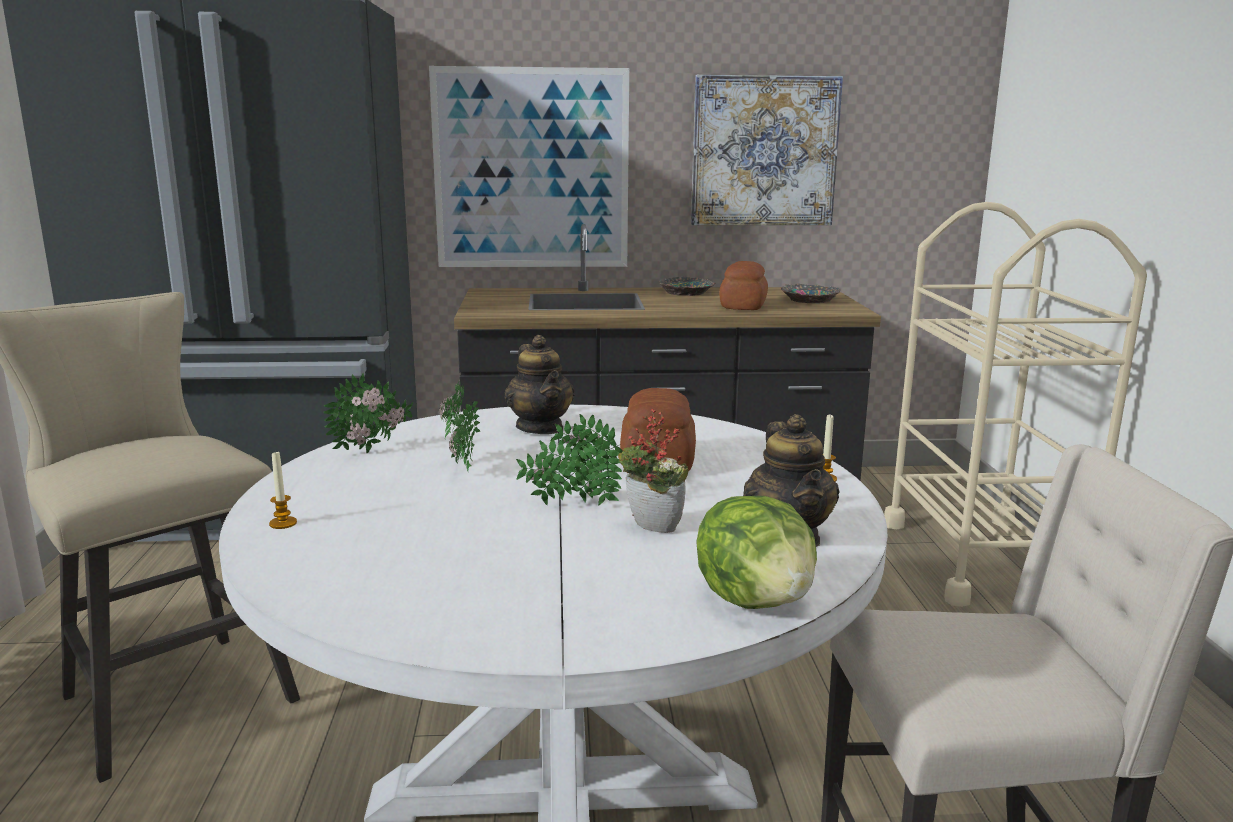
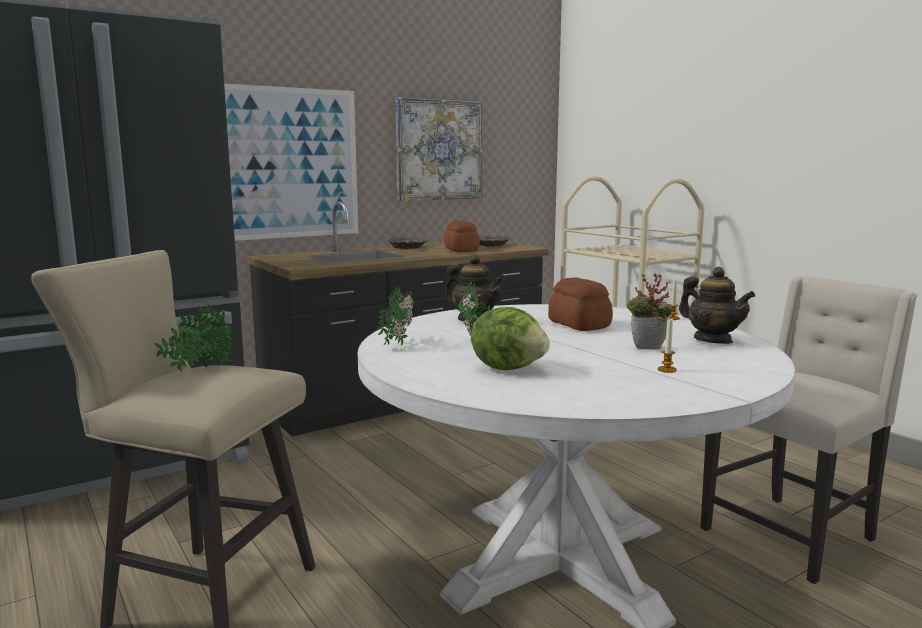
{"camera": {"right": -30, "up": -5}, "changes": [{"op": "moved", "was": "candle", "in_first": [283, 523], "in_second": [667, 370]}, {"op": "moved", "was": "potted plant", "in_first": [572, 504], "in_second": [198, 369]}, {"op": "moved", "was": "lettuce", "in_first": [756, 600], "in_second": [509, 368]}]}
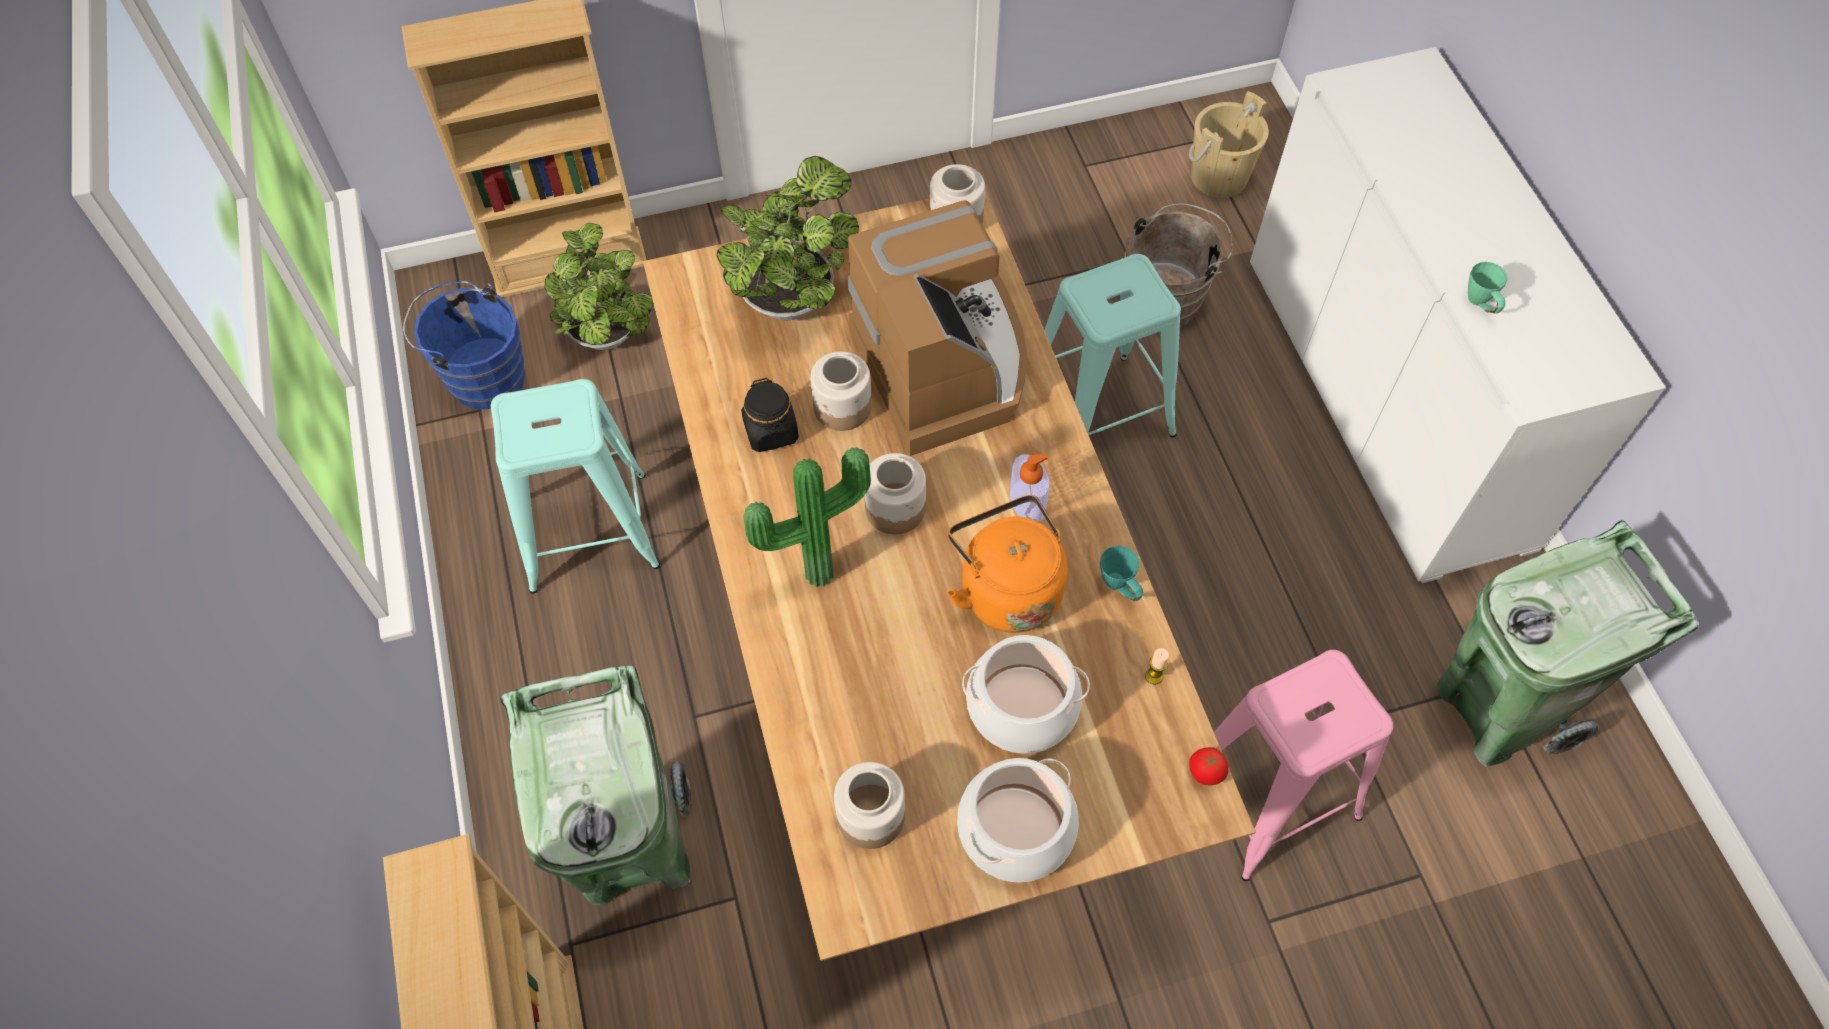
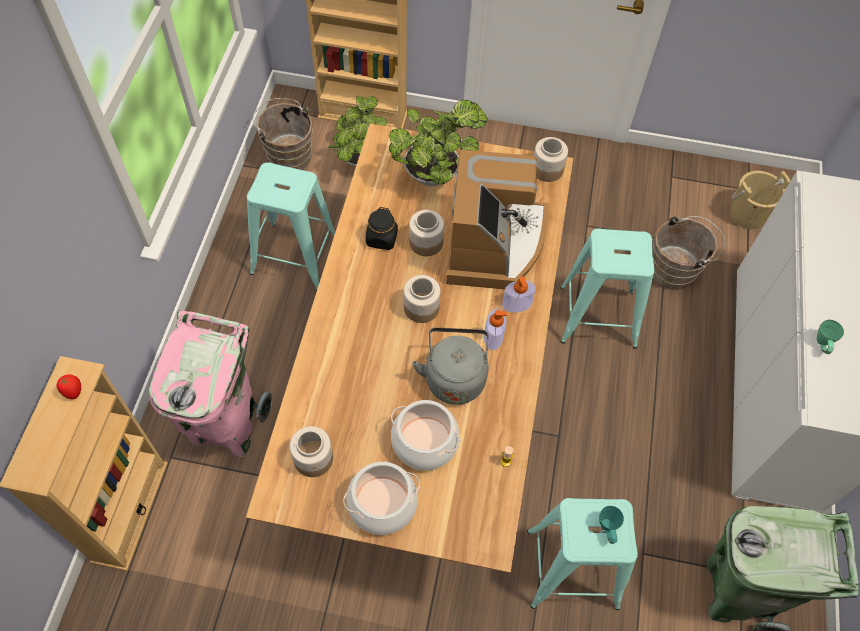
{"camera": {"right": 25, "up": 0}, "changes": [{"op": "removed", "was": "potted plant", "in_first": [816, 570]}, {"op": "added", "now": "soap dispenser", "in_second": [516, 304]}, {"op": "moved", "was": "turquoise mug", "in_first": [1120, 588], "in_second": [607, 530]}, {"op": "moved", "was": "tomato", "in_first": [1204, 774], "in_second": [74, 392]}, {"op": "recoloured", "was": "blue bucket", "now": "brown bucket", "in_first": [482, 376], "in_second": [288, 154]}, {"op": "recoloured", "was": "green trash can", "now": "pink trash can", "in_first": [632, 848], "in_second": [226, 425]}, {"op": "recoloured", "was": "orange kettle", "now": "grey kettle", "in_first": [1006, 589], "in_second": [454, 377]}, {"op": "recoloured", "was": "pink stool", "now": "turquoise stool", "in_first": [1268, 795], "in_second": [572, 569]}]}
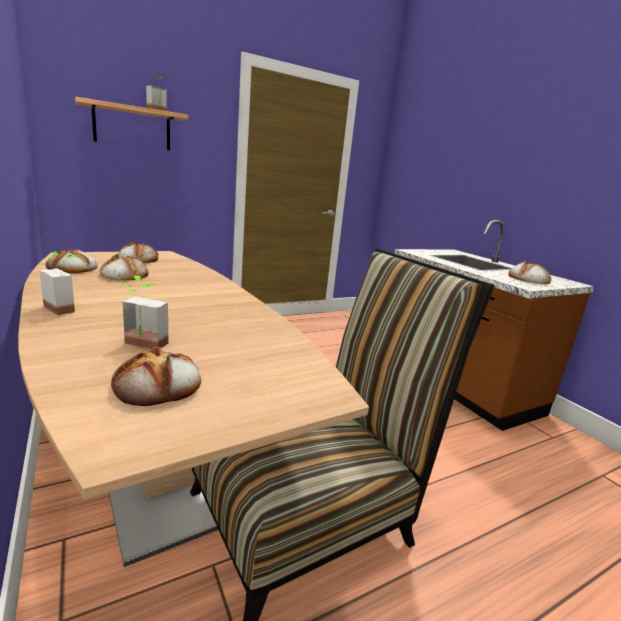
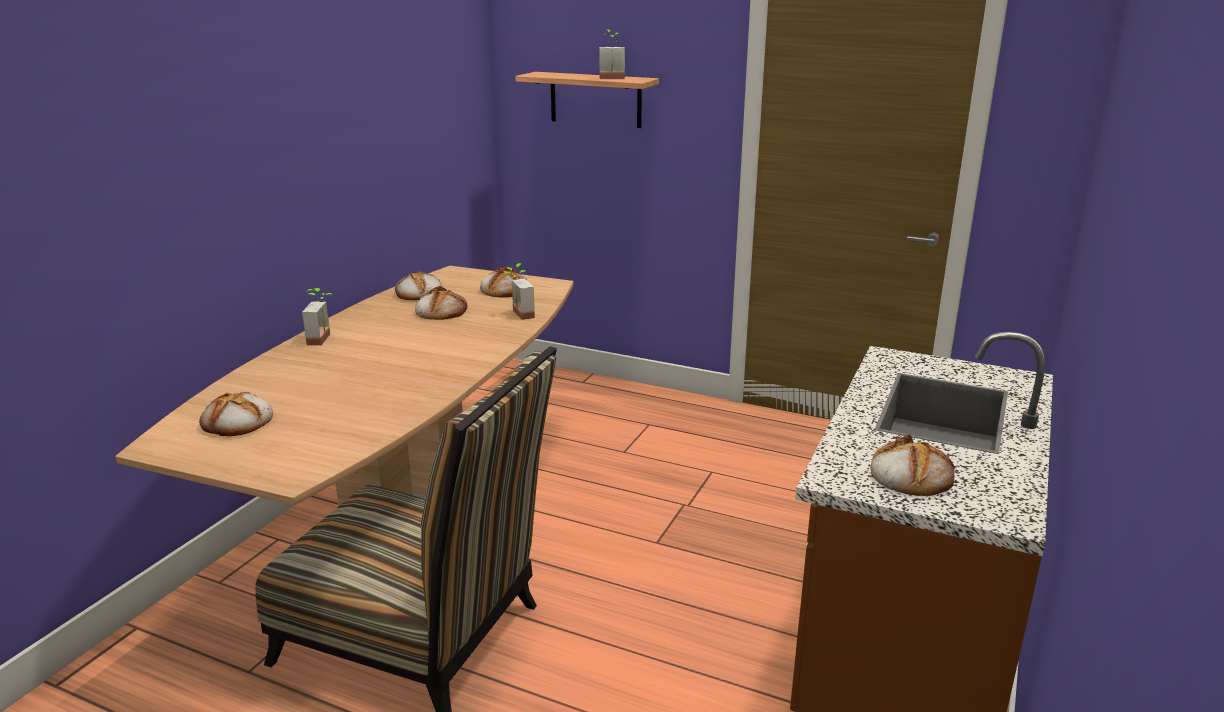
{"camera": {"right": 55, "up": 5}, "changes": [{"op": "moved", "was": "potted plant", "in_first": [141, 346], "in_second": [518, 315]}]}
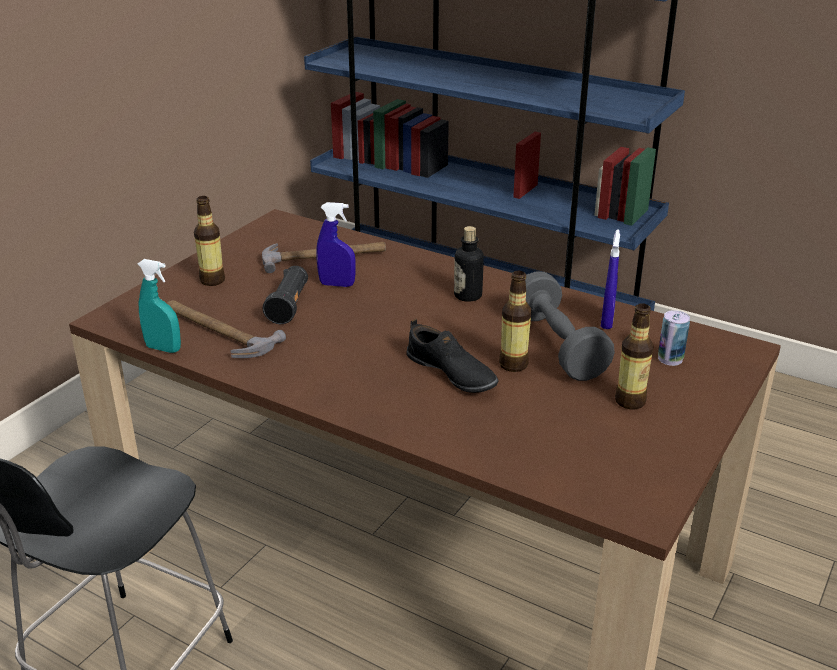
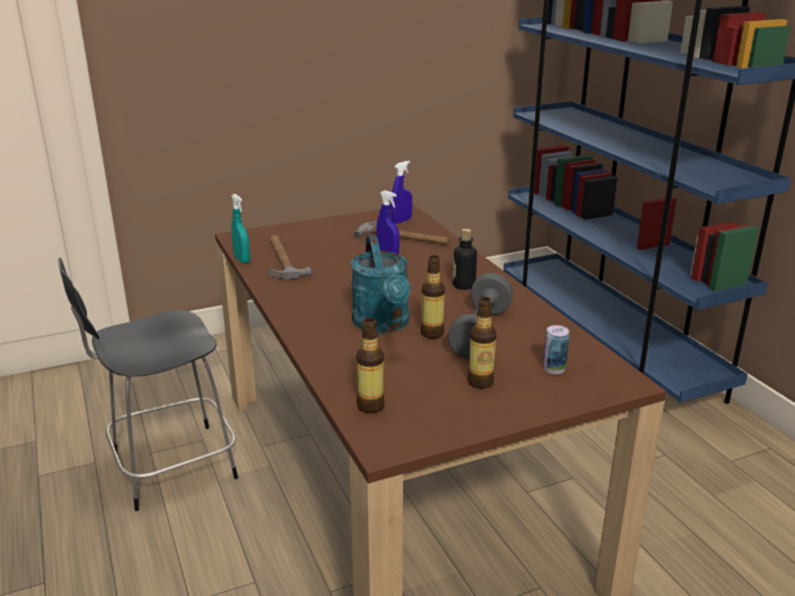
{"camera": {"right": 35, "up": -5}, "changes": [{"op": "removed", "was": "black flashlight", "in_first": [289, 306]}, {"op": "moved", "was": "bottle", "in_first": [212, 280], "in_second": [370, 406]}, {"op": "moved", "was": "blue spray bottle", "in_first": [607, 321], "in_second": [401, 221]}, {"op": "replaced", "was": "black shoe", "now": "turquoise watering can", "in_first": [451, 373], "in_second": [383, 325]}]}
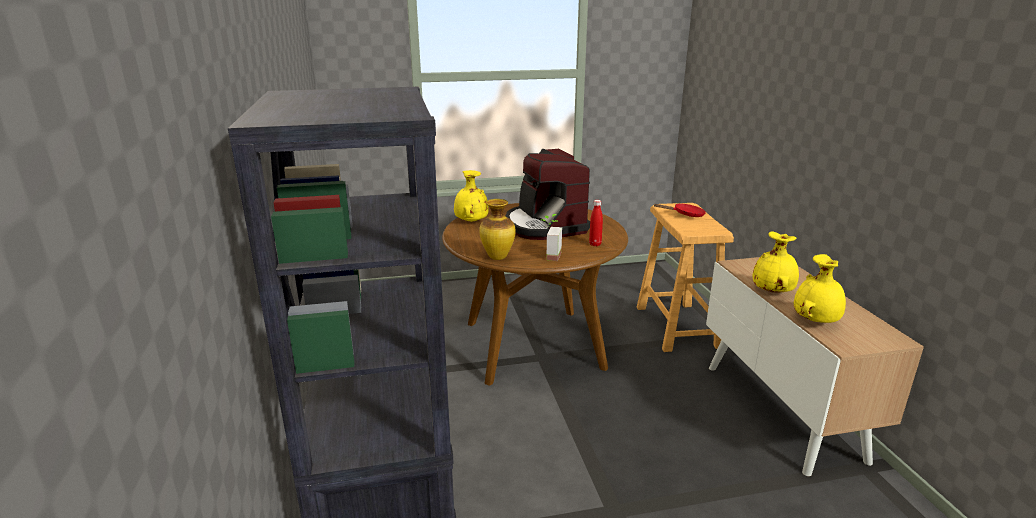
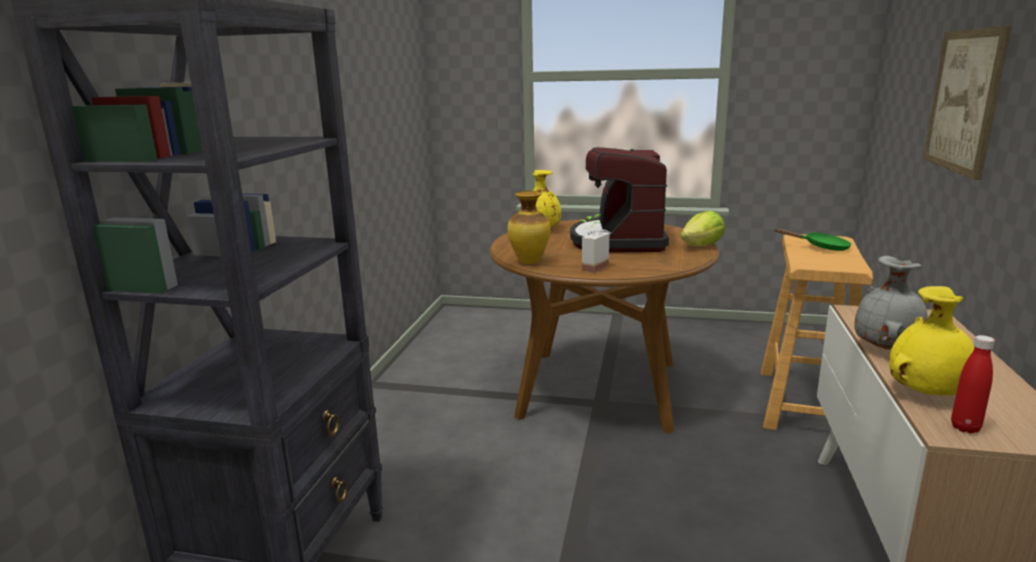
{"camera": {"right": 25, "up": -5}, "changes": [{"op": "added", "now": "lettuce", "in_second": [702, 246]}, {"op": "added", "now": "picture", "in_second": [964, 101]}, {"op": "moved", "was": "red bottle", "in_first": [595, 244], "in_second": [965, 428]}, {"op": "recoloured", "was": "red frying pan", "now": "green frying pan", "in_first": [685, 215], "in_second": [821, 247]}, {"op": "recoloured", "was": "yellow vase", "now": "grey vase", "in_first": [773, 291], "in_second": [887, 348]}]}
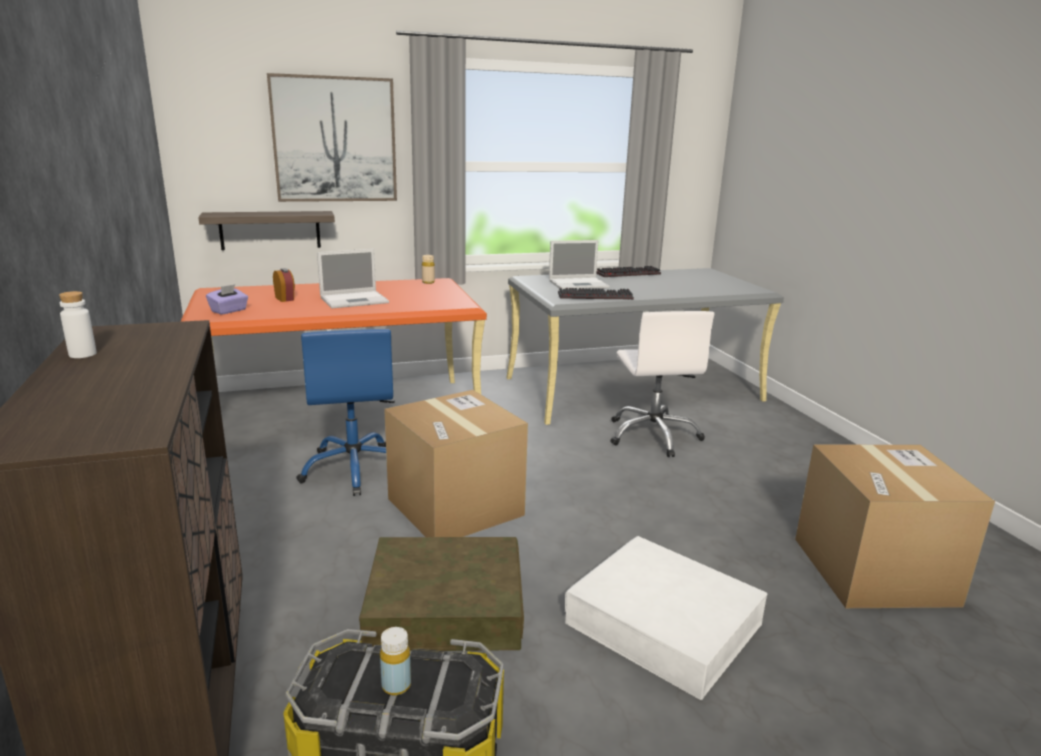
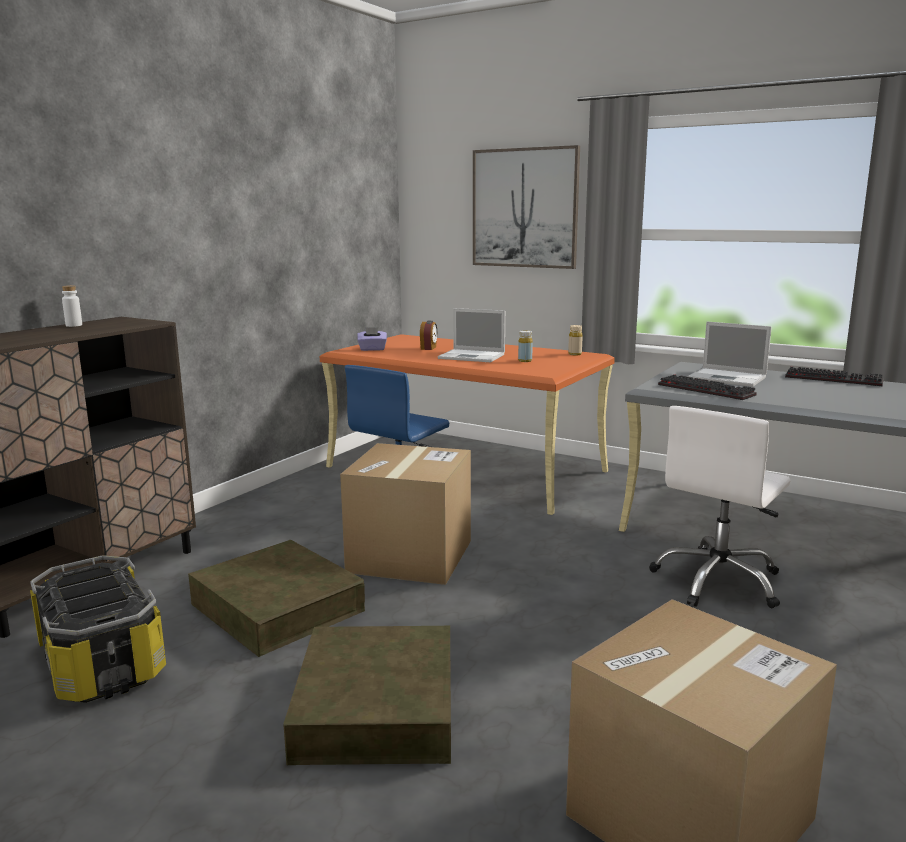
{"camera": {"right": 50, "up": -5}, "changes": [{"op": "removed", "was": "shelf", "in_first": [270, 230]}, {"op": "moved", "was": "yellow bottle", "in_first": [396, 686], "in_second": [525, 361]}, {"op": "recoloured", "was": "white storage box", "now": "brown storage box", "in_first": [663, 623], "in_second": [376, 707]}]}
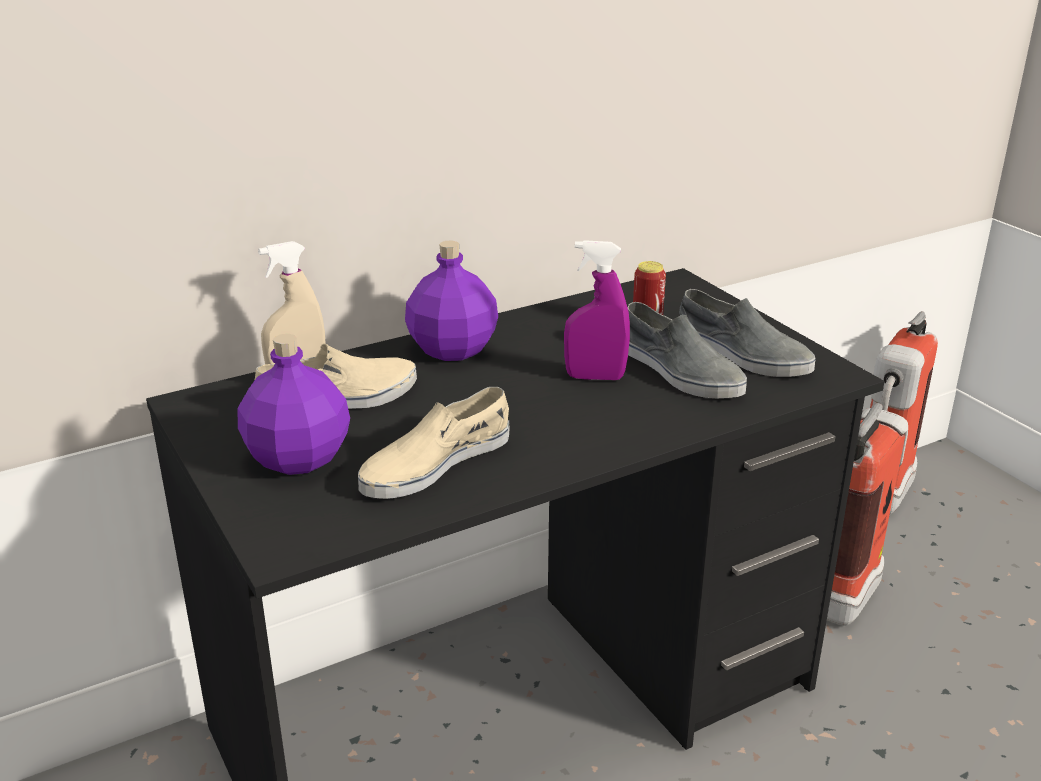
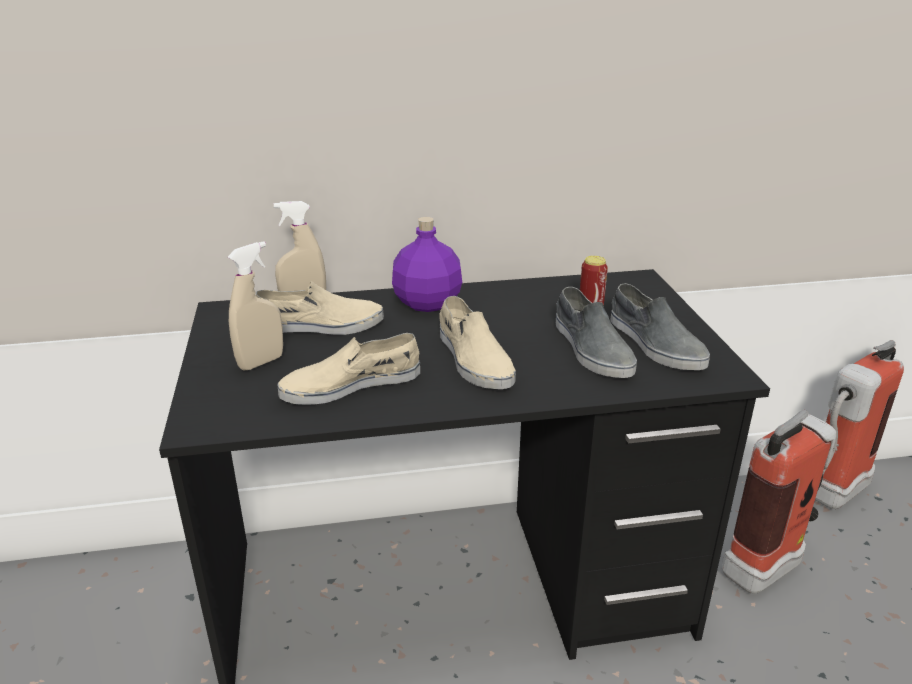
{"camera": {"right": 20, "up": 0}, "changes": [{"op": "removed", "was": "purple spray bottle", "in_first": [595, 377]}, {"op": "added", "now": "beige shoe", "in_second": [473, 359]}, {"op": "replaced", "was": "purple bottle", "now": "beige spray bottle", "in_first": [300, 458], "in_second": [261, 362]}]}
